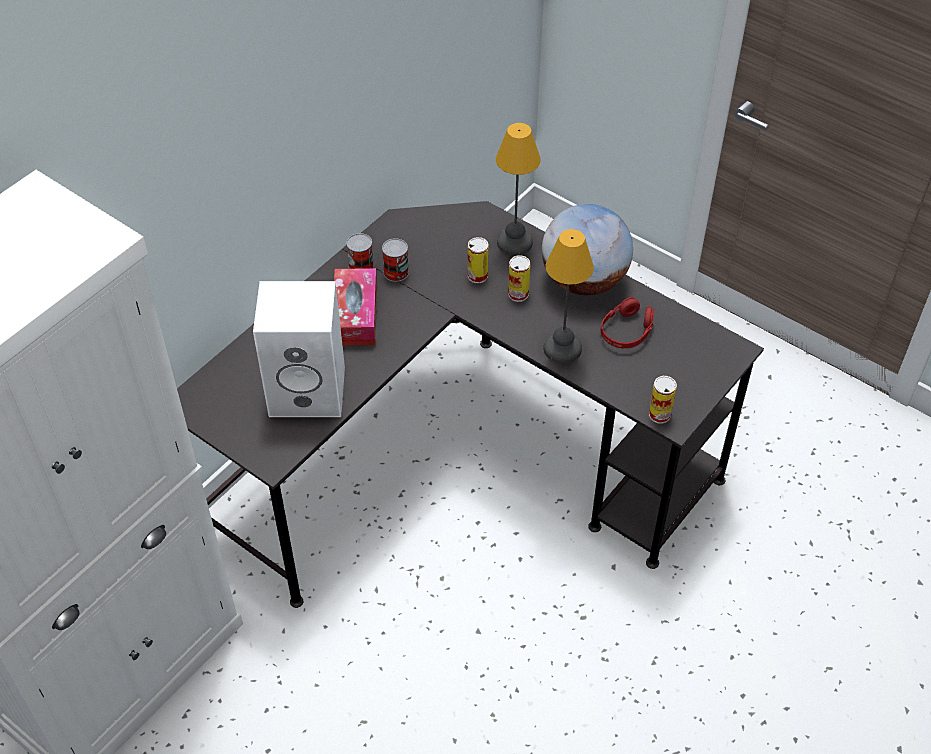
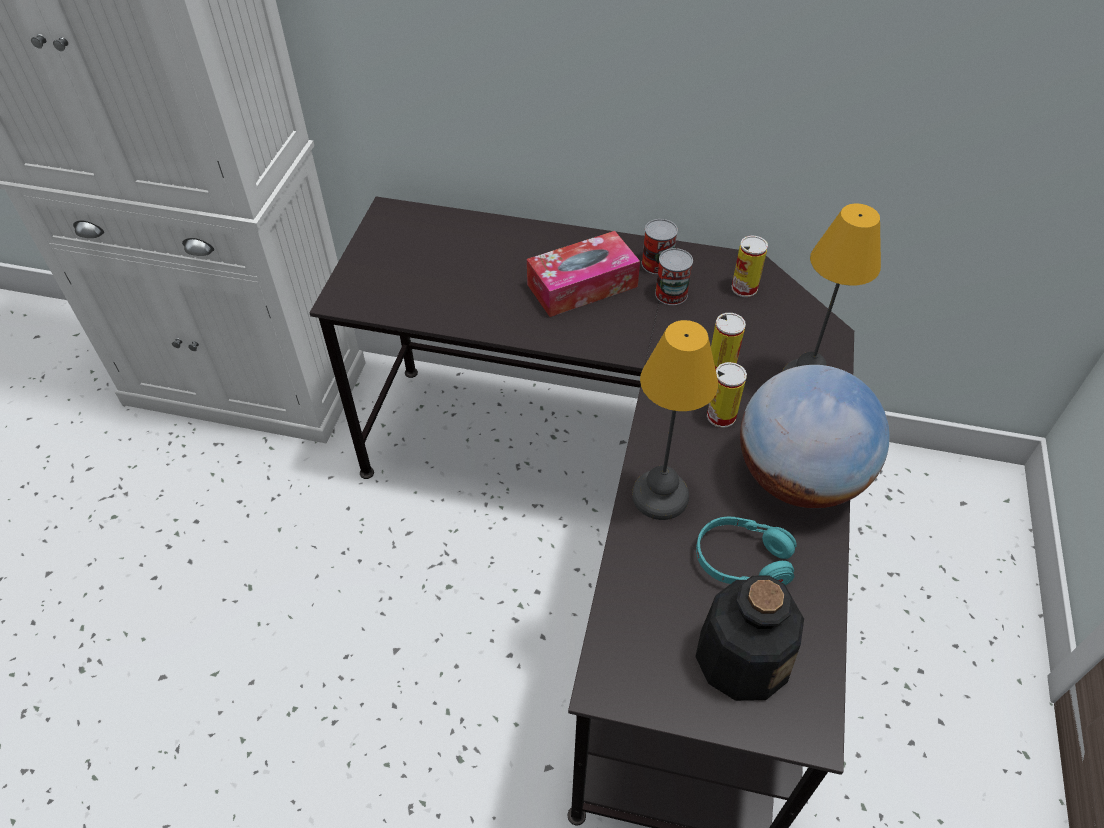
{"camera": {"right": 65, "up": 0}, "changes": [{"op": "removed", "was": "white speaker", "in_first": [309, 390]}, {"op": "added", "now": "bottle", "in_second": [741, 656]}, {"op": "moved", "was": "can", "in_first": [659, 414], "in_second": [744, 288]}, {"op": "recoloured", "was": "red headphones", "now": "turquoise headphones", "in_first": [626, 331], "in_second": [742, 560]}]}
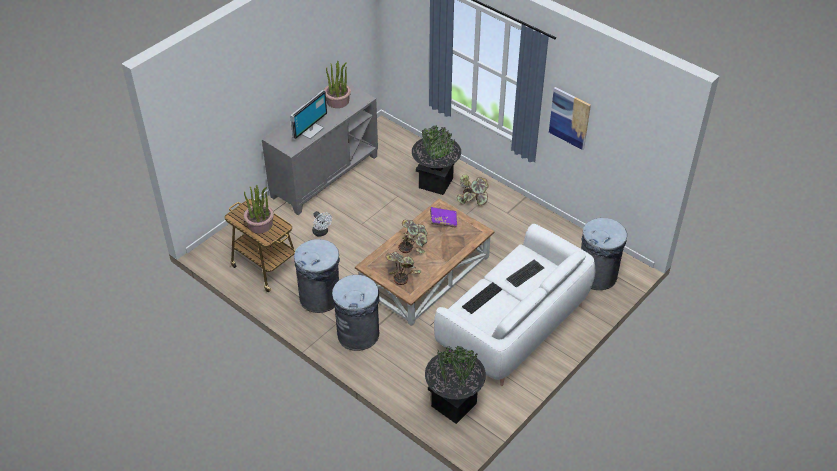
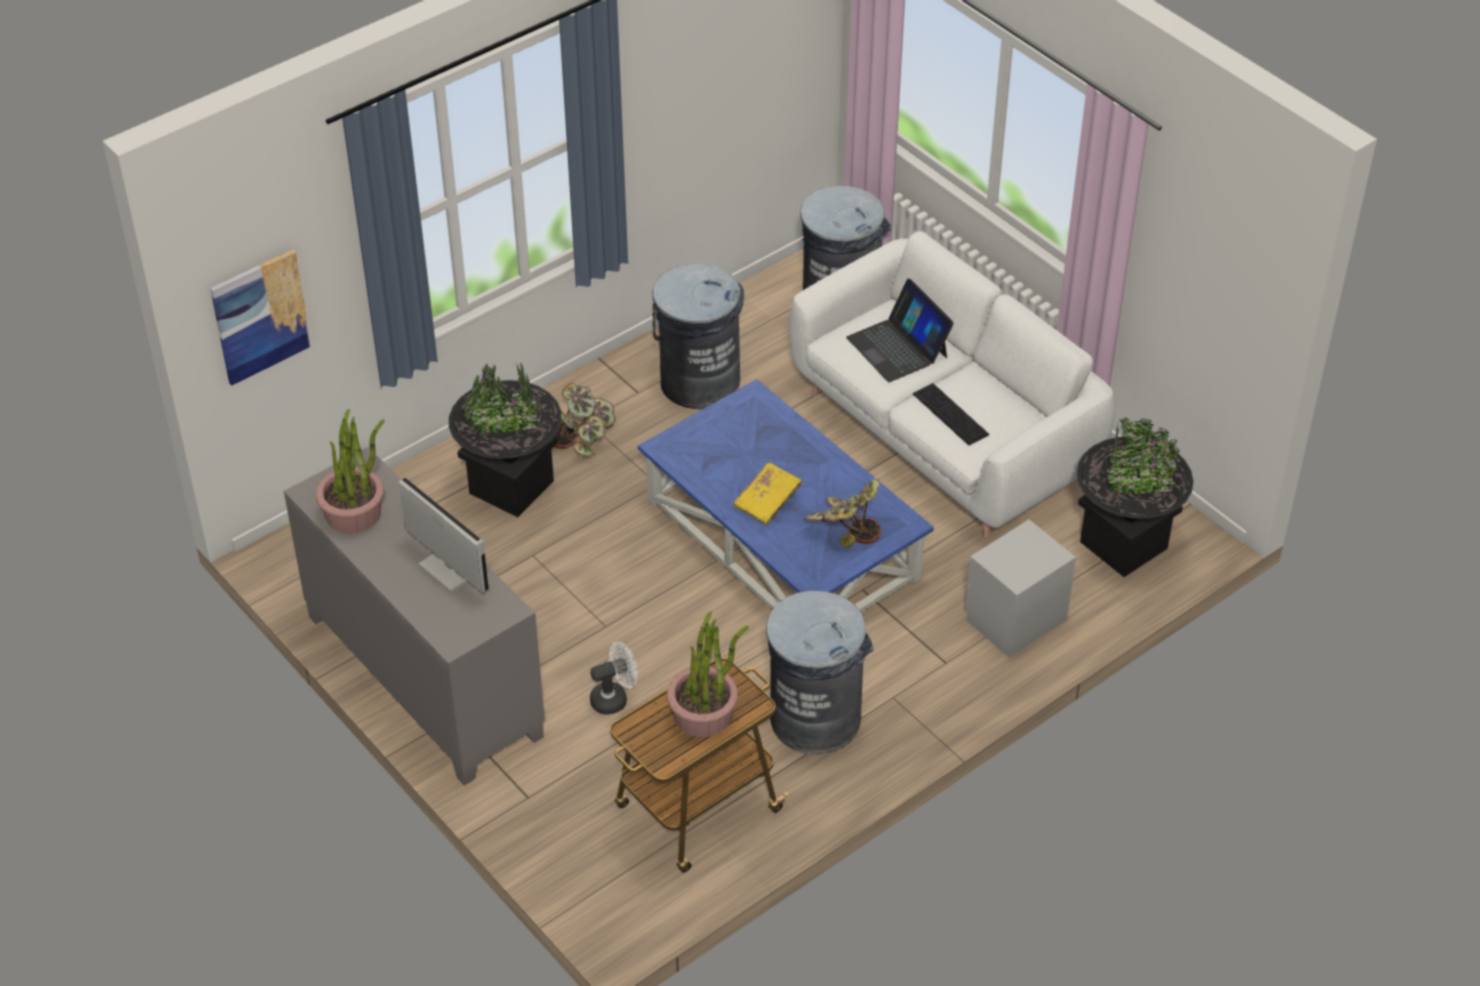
{"camera": {"right": -80, "up": 0}, "changes": [{"op": "removed", "was": "purple book", "in_first": [443, 221]}, {"op": "added", "now": "grey nightstand", "in_second": [1015, 620]}, {"op": "moved", "was": "grey trash can", "in_first": [358, 334], "in_second": [699, 381]}, {"op": "moved", "was": "picture", "in_first": [569, 118], "in_second": [260, 316]}, {"op": "replaced", "was": "potted plant", "now": "yellow book", "in_first": [414, 244], "in_second": [767, 501]}, {"op": "replaced", "was": "keyboard", "now": "laptop", "in_first": [525, 274], "in_second": [898, 347]}, {"op": "recoloured", "was": "brown coffee table", "now": "blue coffee table", "in_first": [425, 274], "in_second": [784, 540]}]}
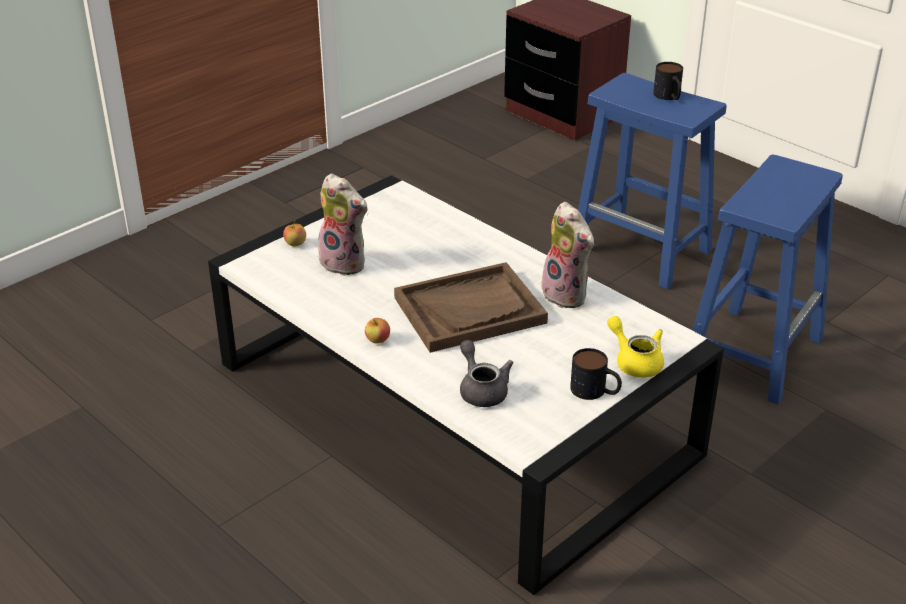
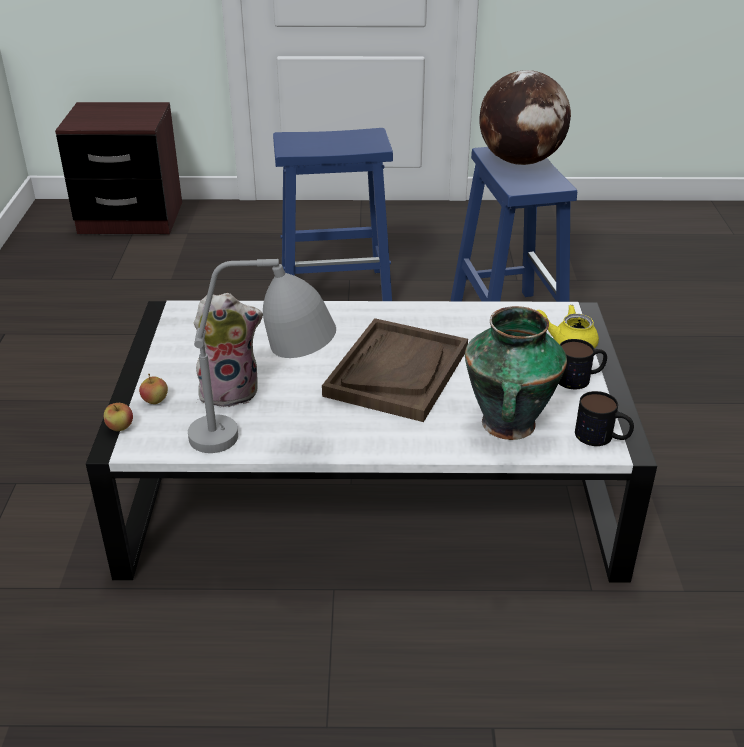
{"camera": {"right": -45, "up": 0}, "changes": [{"op": "removed", "was": "plush toy", "in_first": [568, 295]}, {"op": "added", "now": "grey table lamp", "in_second": [268, 439]}, {"op": "added", "now": "globe", "in_second": [521, 161]}, {"op": "moved", "was": "apple", "in_first": [378, 340], "in_second": [120, 427]}, {"op": "moved", "was": "mug", "in_first": [669, 97], "in_second": [602, 437]}, {"op": "replaced", "was": "grey teapot", "now": "vase", "in_first": [481, 389], "in_second": [508, 425]}]}
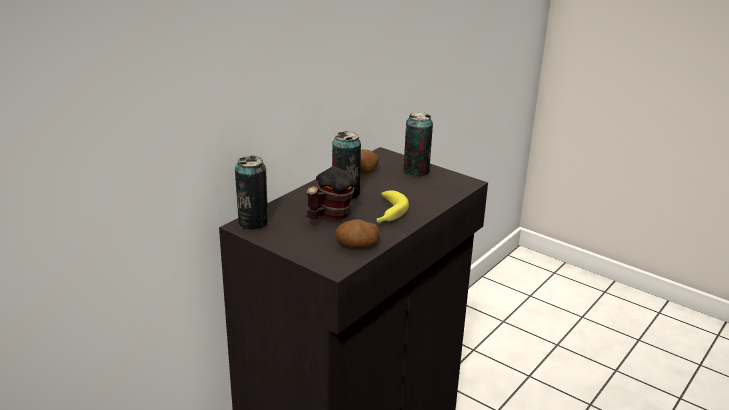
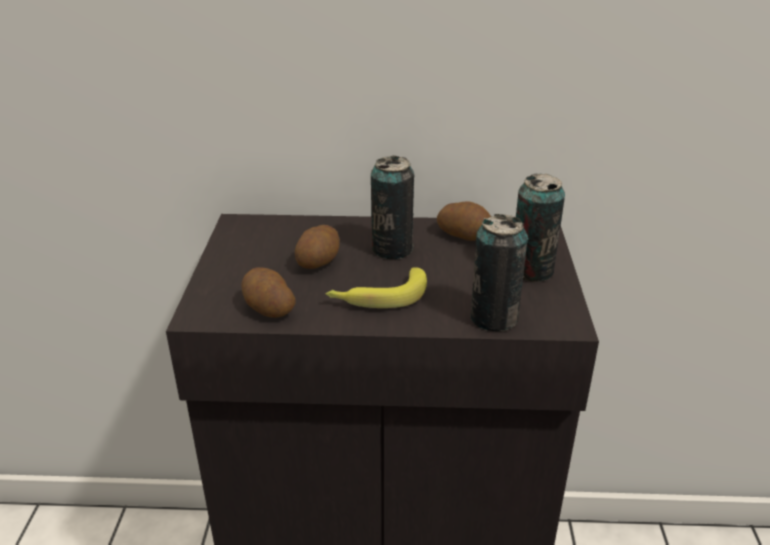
{"camera": {"right": 55, "up": 5}, "changes": [{"op": "moved", "was": "can", "in_first": [253, 222], "in_second": [494, 318]}, {"op": "replaced", "was": "mug", "now": "potato", "in_first": [329, 217], "in_second": [319, 262]}]}
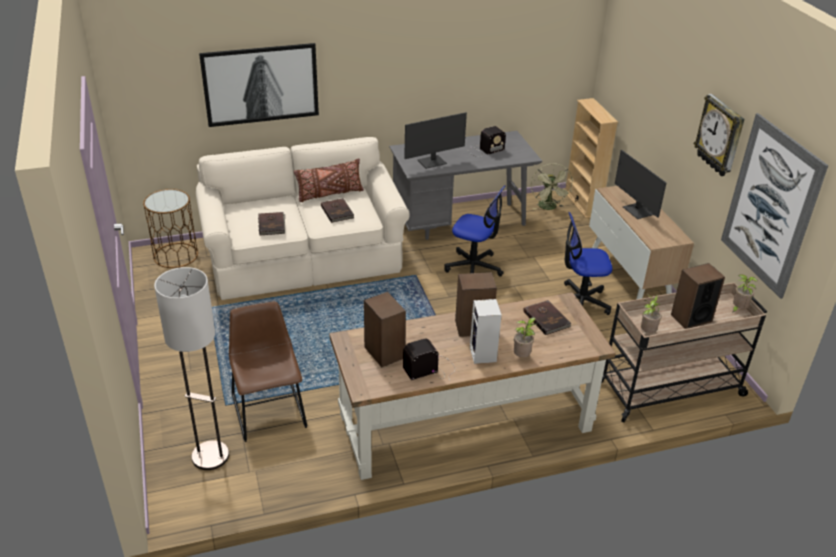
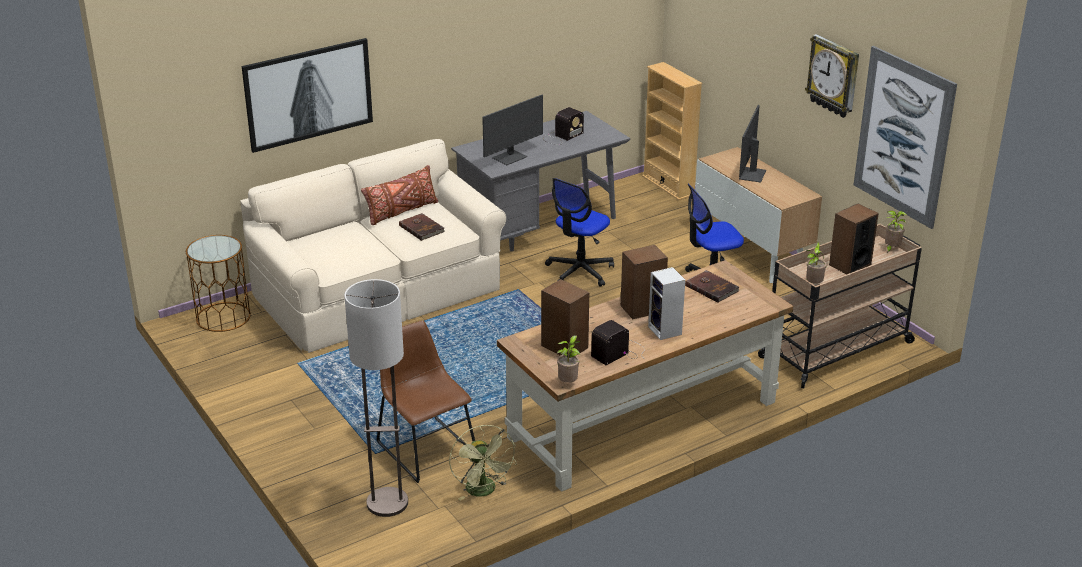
{"camera": {"right": -15, "up": -5}, "changes": [{"op": "removed", "was": "brown book", "in_first": [272, 225]}, {"op": "moved", "was": "potted plant", "in_first": [522, 357], "in_second": [568, 383]}, {"op": "moved", "was": "green fan", "in_first": [549, 208], "in_second": [484, 491]}, {"op": "turned", "was": "office chair", "in_first": [474, 268], "in_second": [579, 271], "clockwise": 120}, {"op": "turned", "was": "monitor", "in_first": [637, 211], "in_second": [751, 174], "clockwise": 60}]}
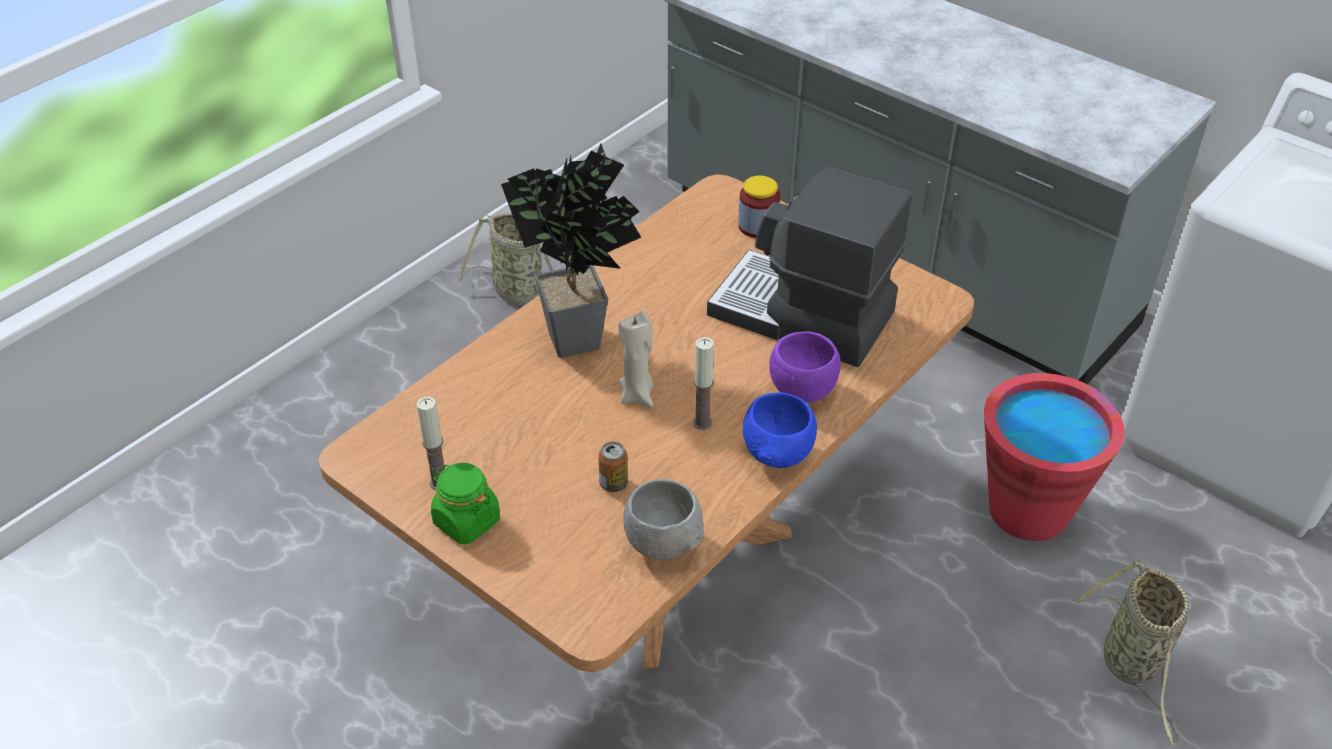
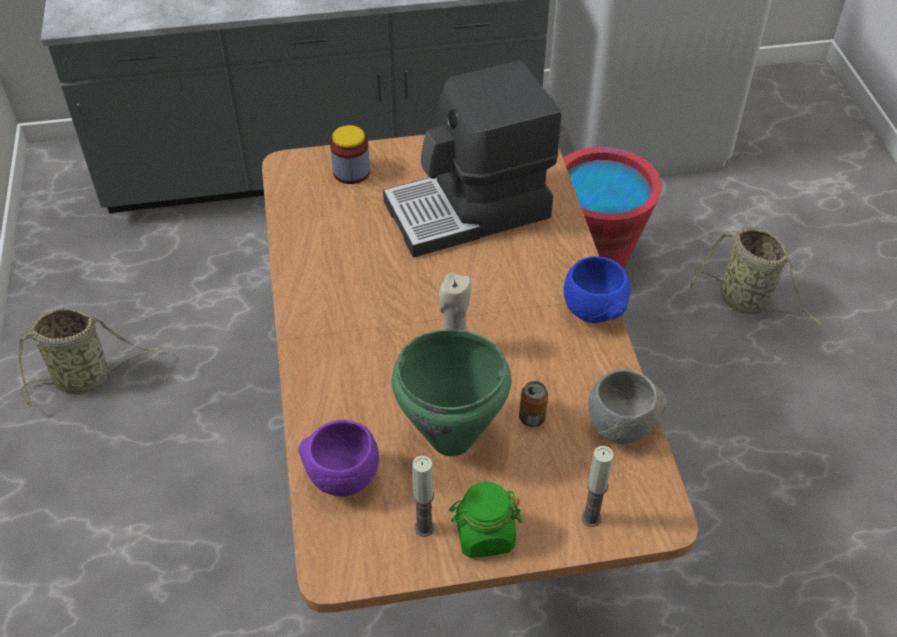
{"camera": {"right": -50, "up": 5}, "changes": [{"op": "removed", "was": "potted plant", "in_first": [584, 342]}, {"op": "added", "now": "green cooking pot", "in_second": [452, 439]}, {"op": "moved", "was": "candle", "in_first": [702, 423], "in_second": [591, 518]}, {"op": "moved", "was": "purple bowl", "in_first": [801, 391], "in_second": [343, 478]}]}
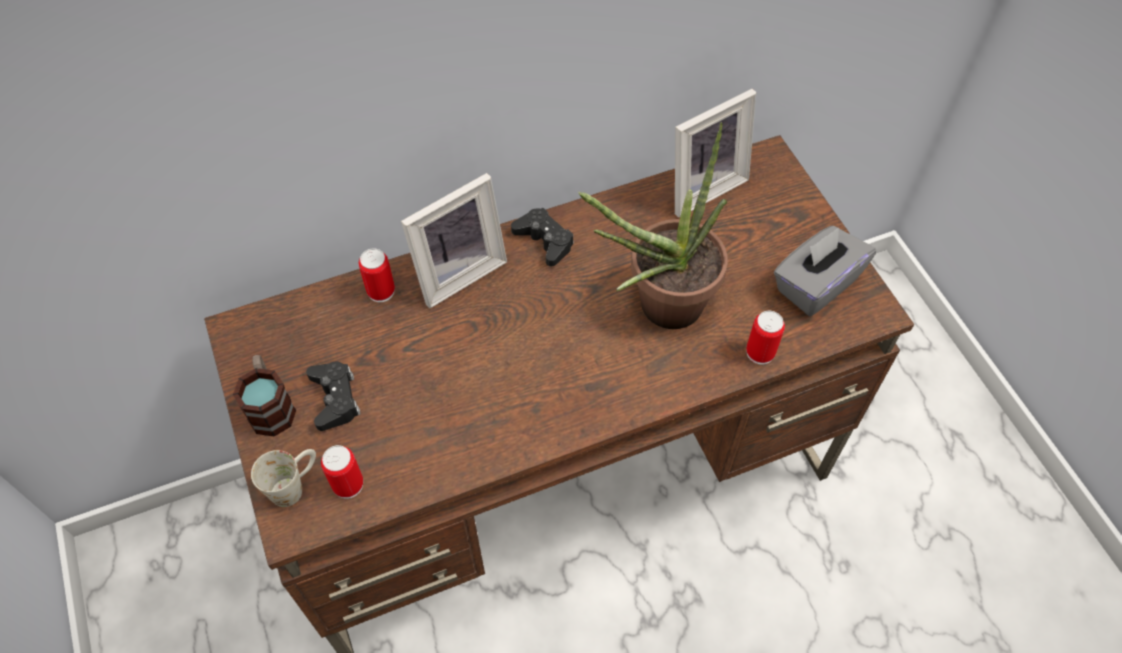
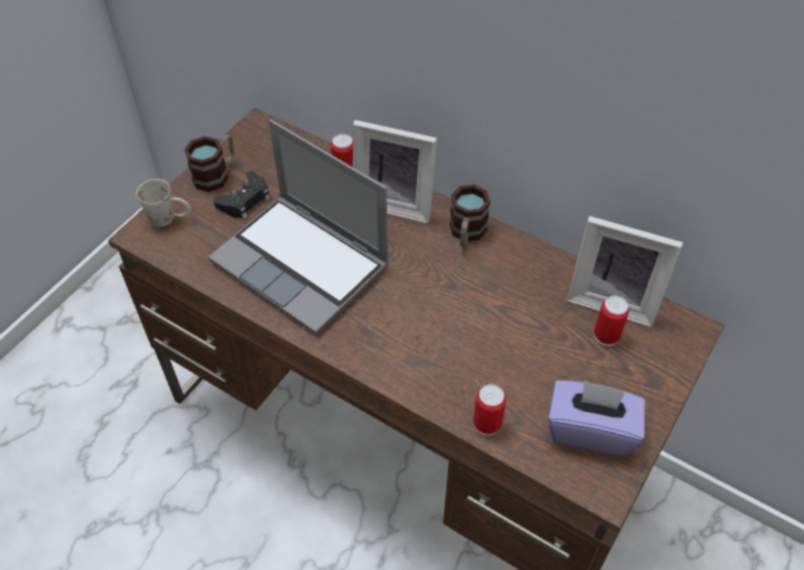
{"camera": {"right": 55, "up": -5}, "changes": [{"op": "removed", "was": "potted plant", "in_first": [658, 309]}, {"op": "added", "now": "laptop", "in_second": [303, 264]}, {"op": "moved", "was": "can", "in_first": [348, 484], "in_second": [606, 335]}, {"op": "replaced", "was": "black game controller", "now": "mug", "in_first": [544, 241], "in_second": [466, 234]}, {"op": "recoloured", "was": "grey tissue box", "now": "purple tissue box", "in_first": [815, 285], "in_second": [590, 429]}]}
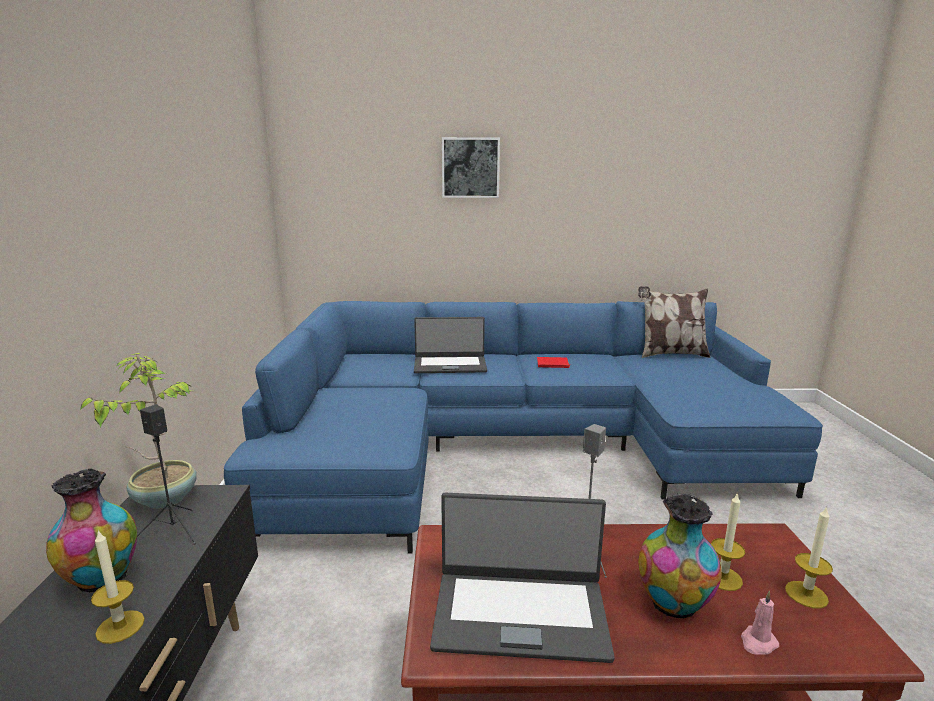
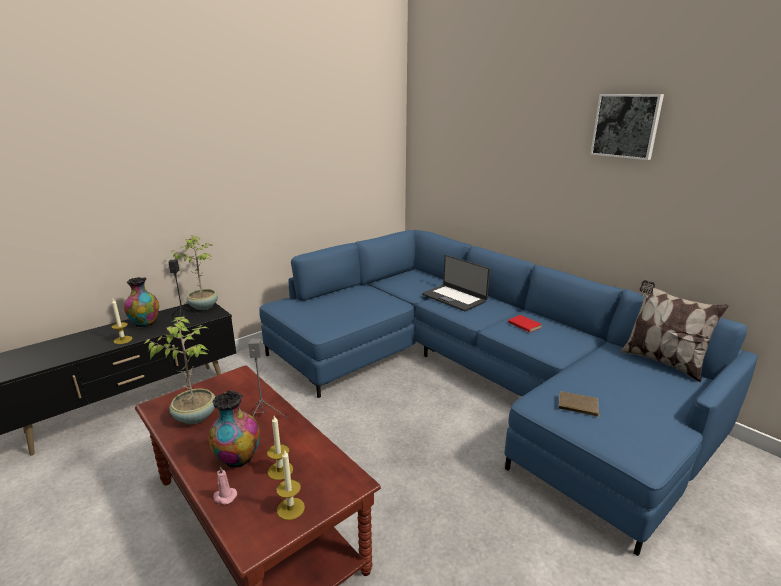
{"camera": {"right": 50, "up": 5}, "changes": [{"op": "added", "now": "brown book", "in_second": [577, 406]}, {"op": "moved", "was": "picture", "in_first": [470, 168], "in_second": [626, 126]}, {"op": "replaced", "was": "laptop", "now": "potted plant", "in_first": [520, 613], "in_second": [195, 416]}]}
